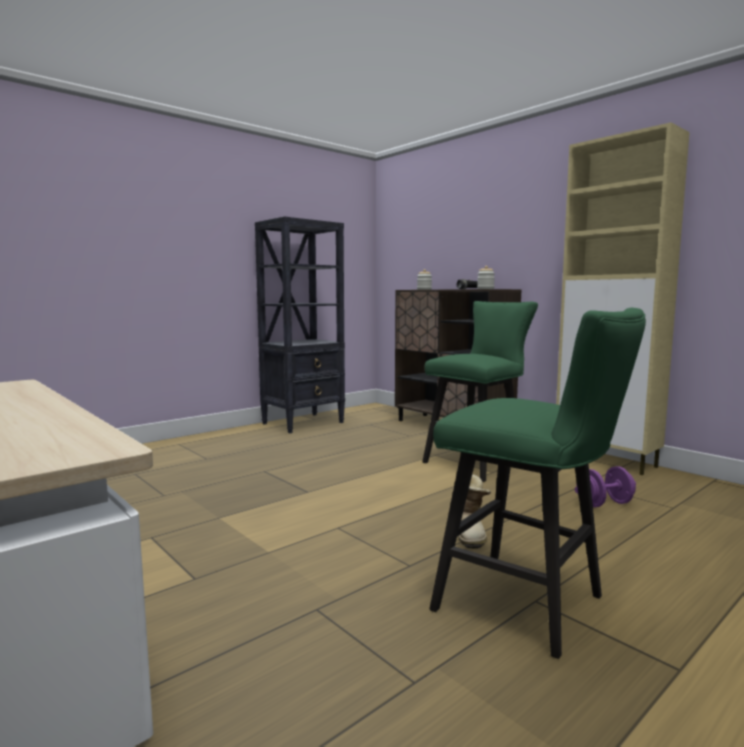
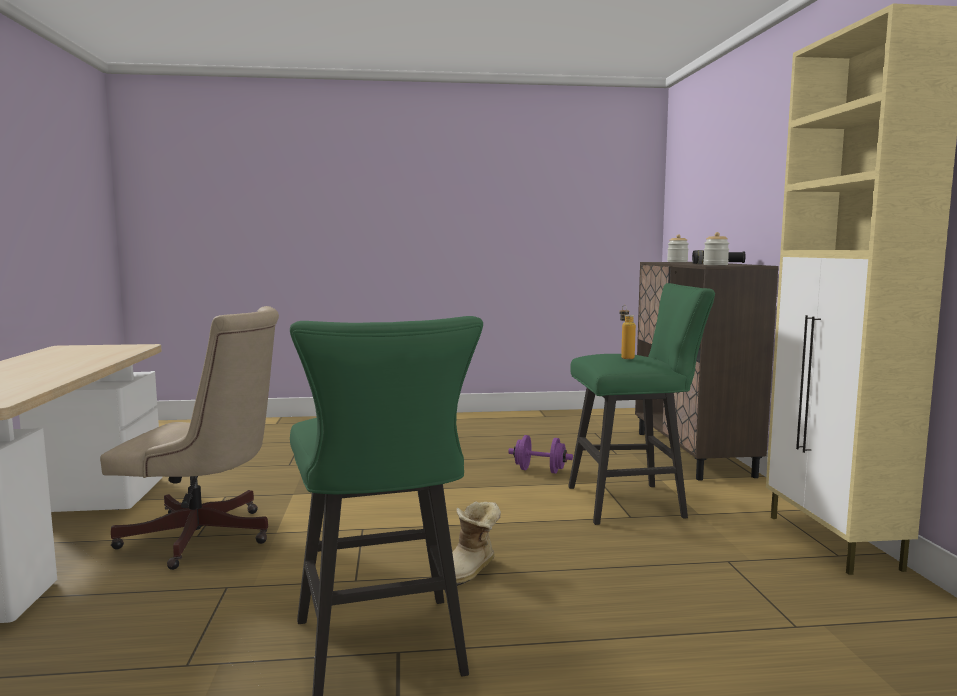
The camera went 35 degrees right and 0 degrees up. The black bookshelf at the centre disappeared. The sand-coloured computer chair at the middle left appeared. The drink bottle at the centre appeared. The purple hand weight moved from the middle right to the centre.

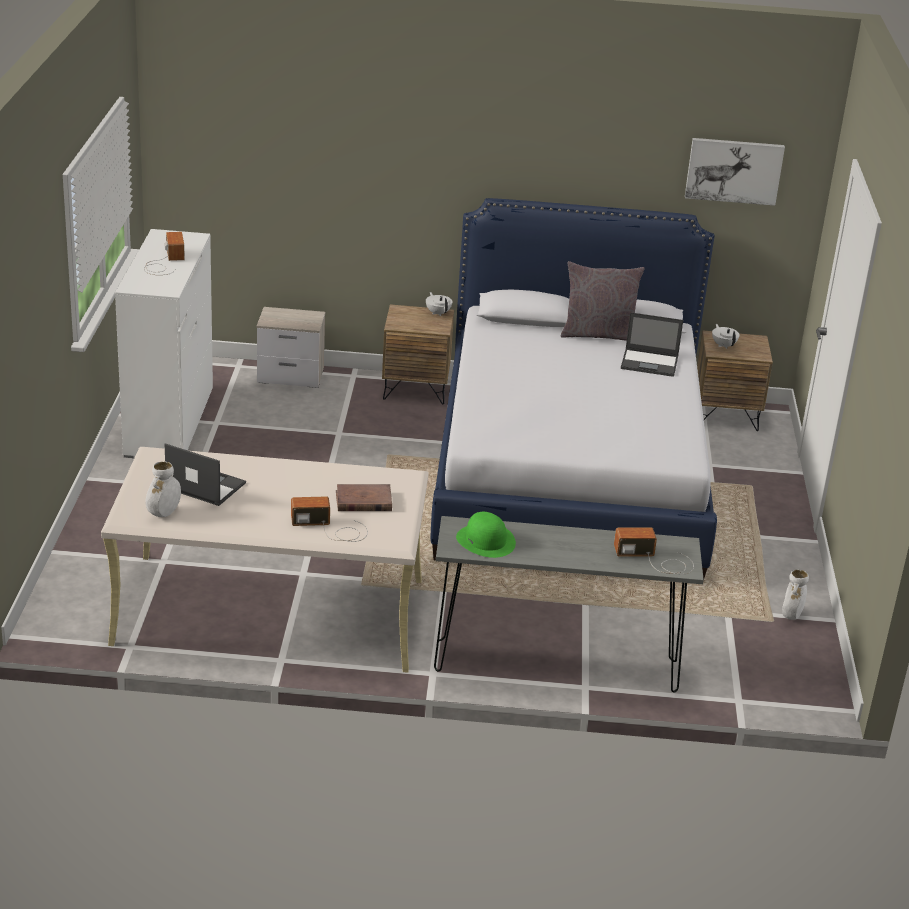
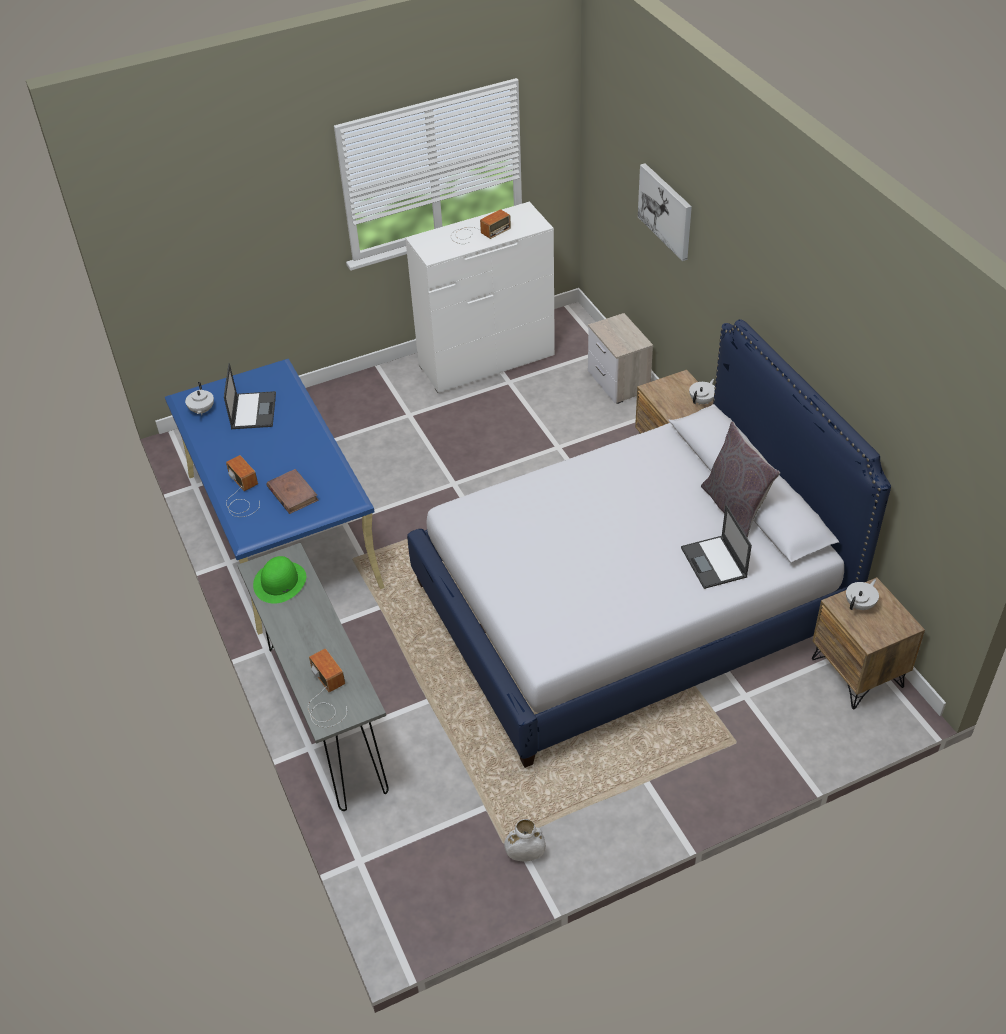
The camera went 65 degrees right and 15 degrees up. The picture moved from the top right to the top centre. The white-coloured flower vase (1st from left) at the middle left was replaced by the white-coloured pot for tea (1st from left) at the middle left. The sand-coloured desk at the middle left became the blue-coloured desk at the middle left.

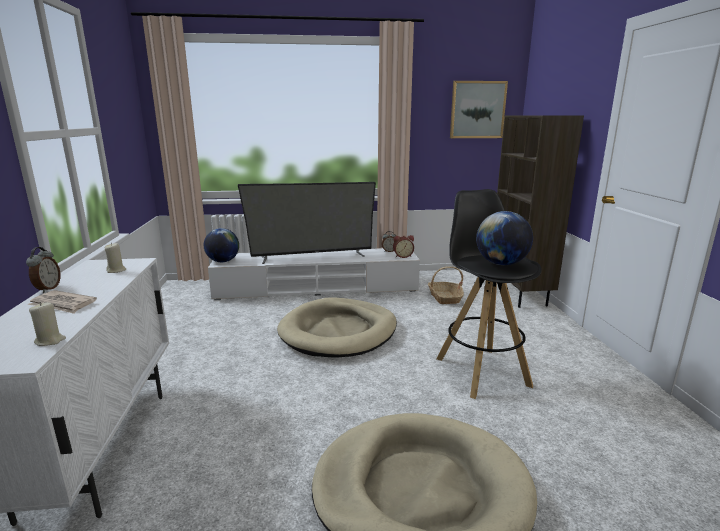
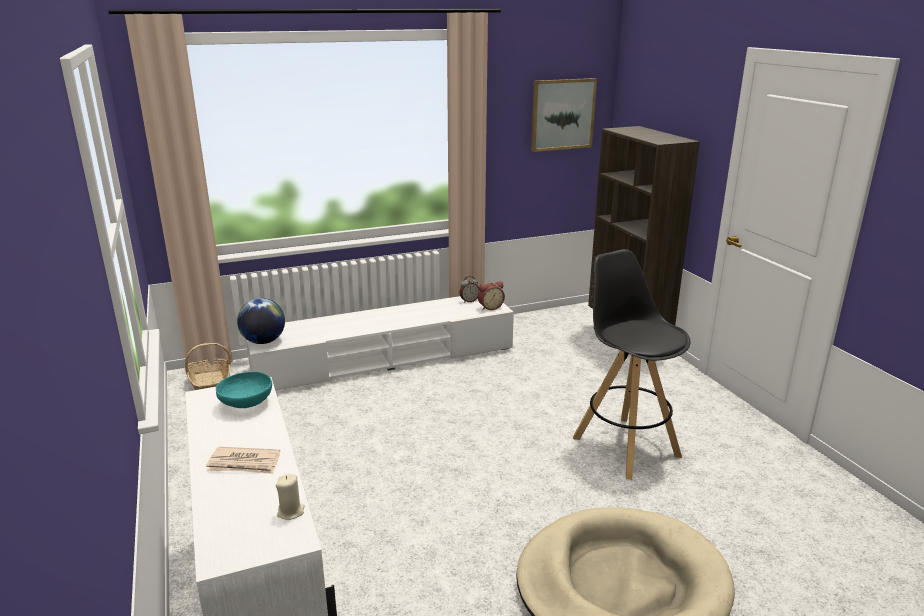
The camera went 15 degrees left and 5 degrees up. The alarm clock (1st from left) at the middle left disappeared. The television at the centre disappeared. The sand-coloured dog bed (1st from left) at the centre disappeared. The desk globe (2nd from left) at the middle right disappeared. The storage basket moved from the centre to the middle left. The sand-coloured wax light (2nd from left) at the middle left was replaced by the turquoise deep dish at the middle left.

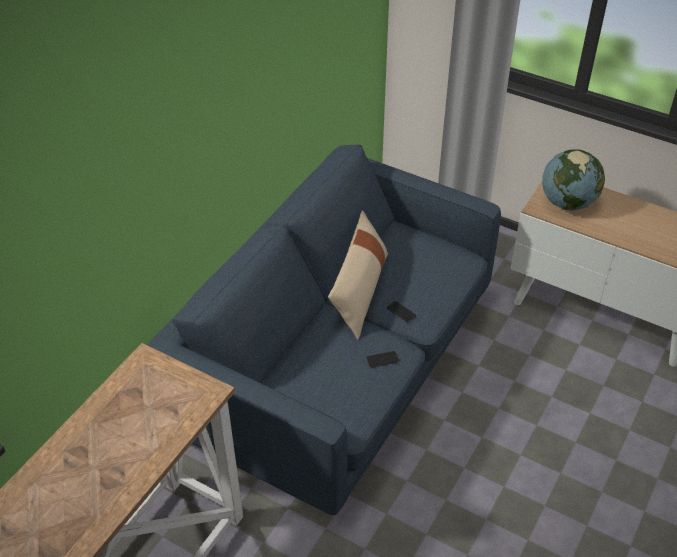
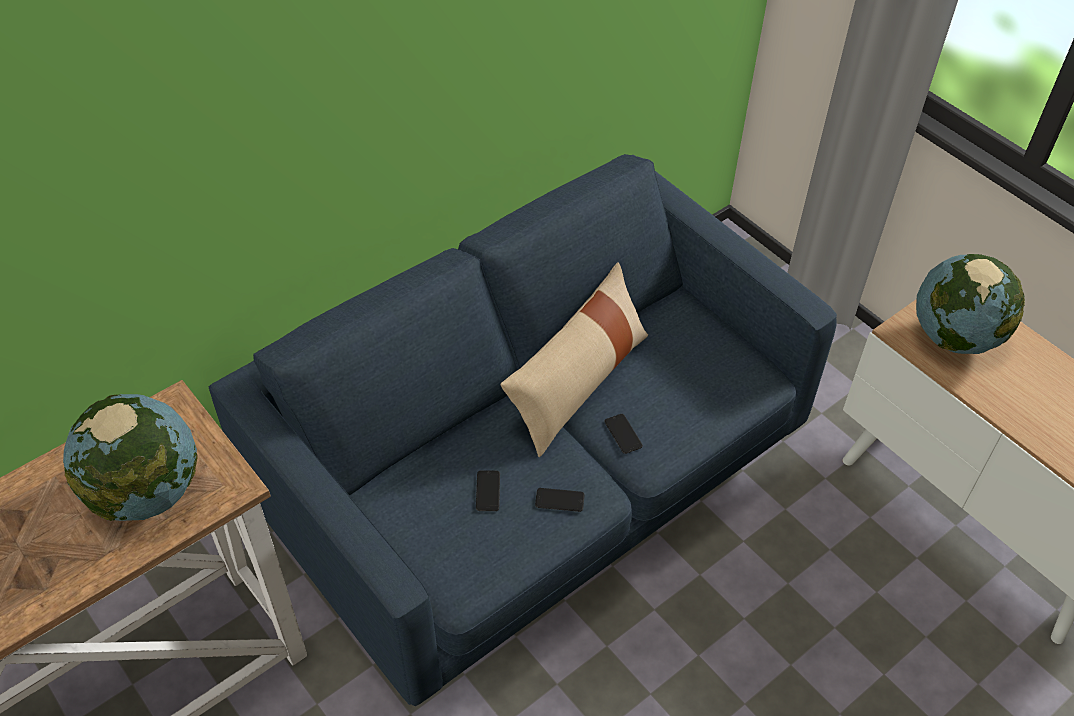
The camera went 20 degrees right and 5 degrees up. The desk globe (1st from left) at the middle left appeared. The telephone (1st from left) at the bottom centre appeared.

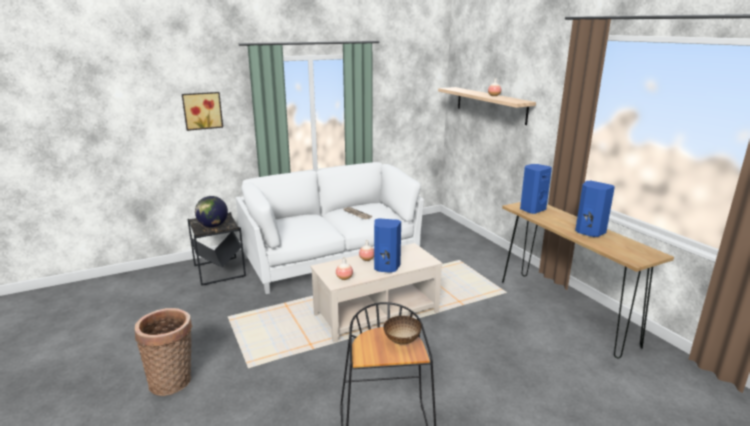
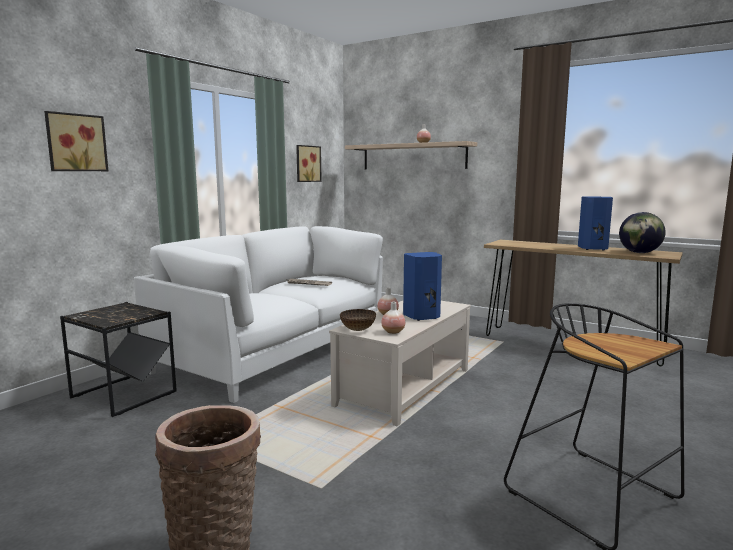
The camera went 30 degrees left and 10 degrees down. The blue-coloured audio speaker (2nd from left) at the middle right disappeared. The picture (2nd from left) at the top centre appeared. The desk globe moved from the middle left to the middle right. The deep dish moved from the bottom centre to the centre.

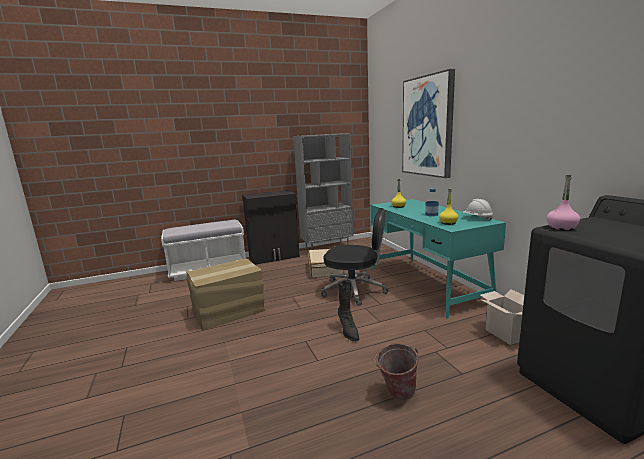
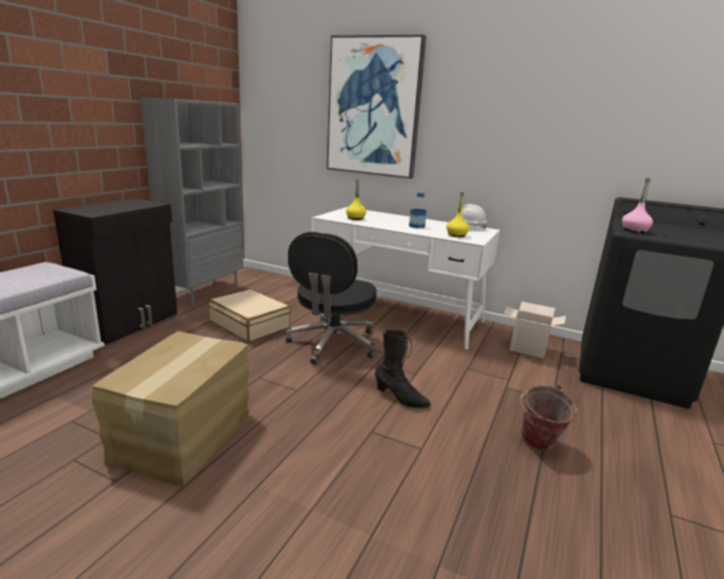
The camera went 45 degrees left and 5 degrees up. The turquoise desk at the middle right became the white-coloured desk at the centre. The black computer chair at the centre turned 135 degrees clockwise.

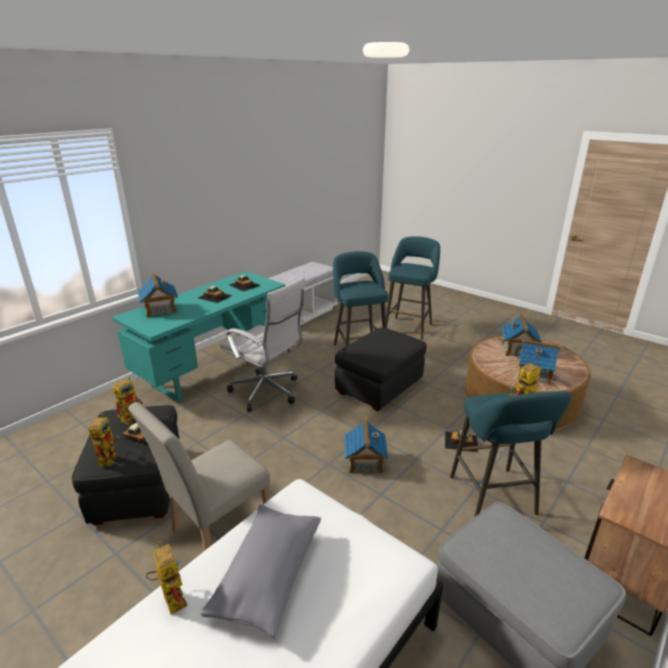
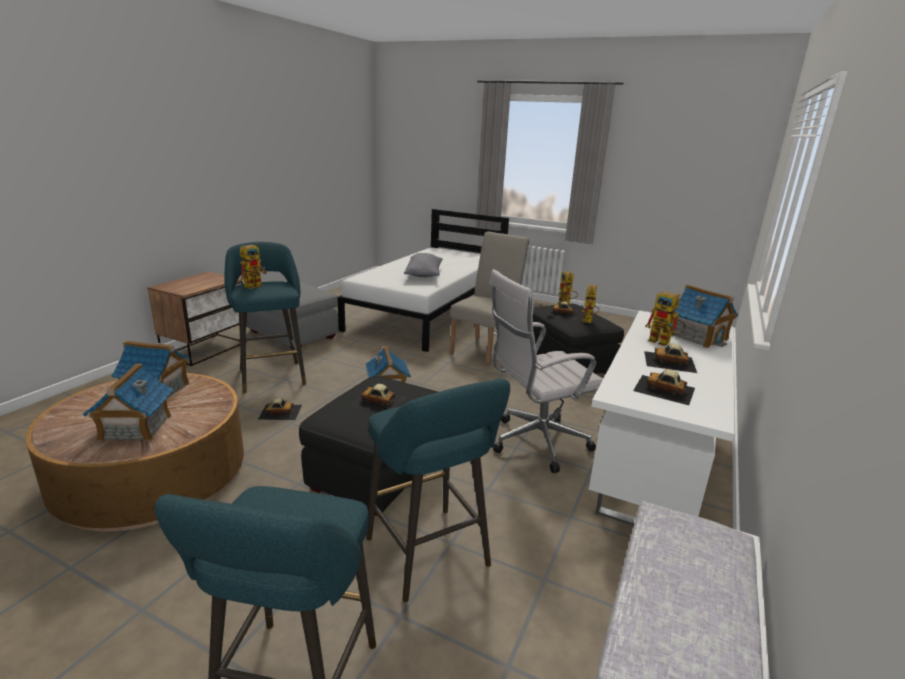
The camera went 165 degrees right and 5 degrees down. The miniature car (2nd from left) at the centre appeared. The toy robot (3rd from left in the first image) moved from the bottom left to the middle right. The turquoise desk at the middle left became the white-coloured desk at the middle right. The white-coloured computer chair at the centre turned 45 degrees counterclockwise.

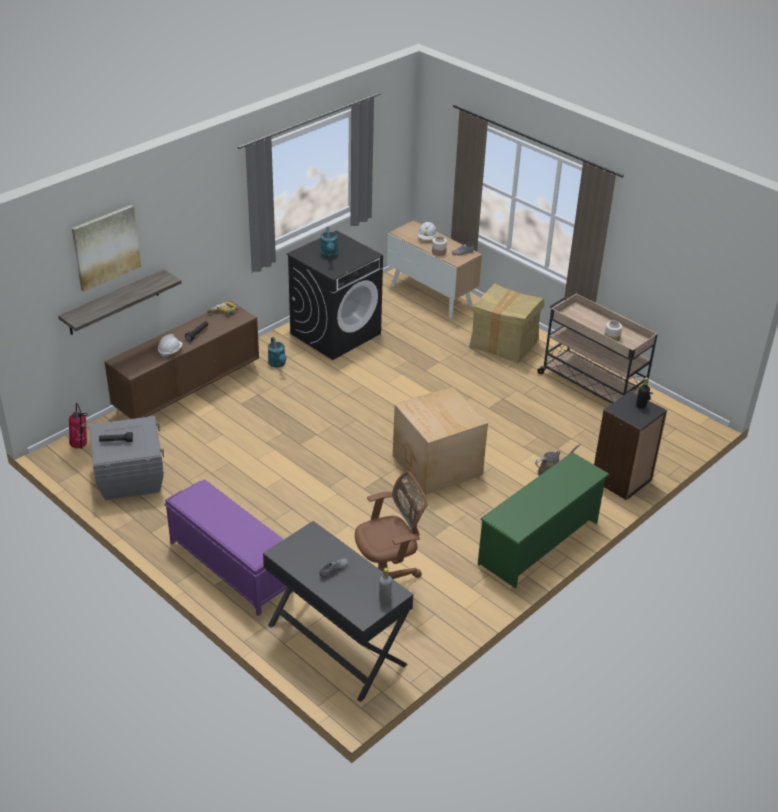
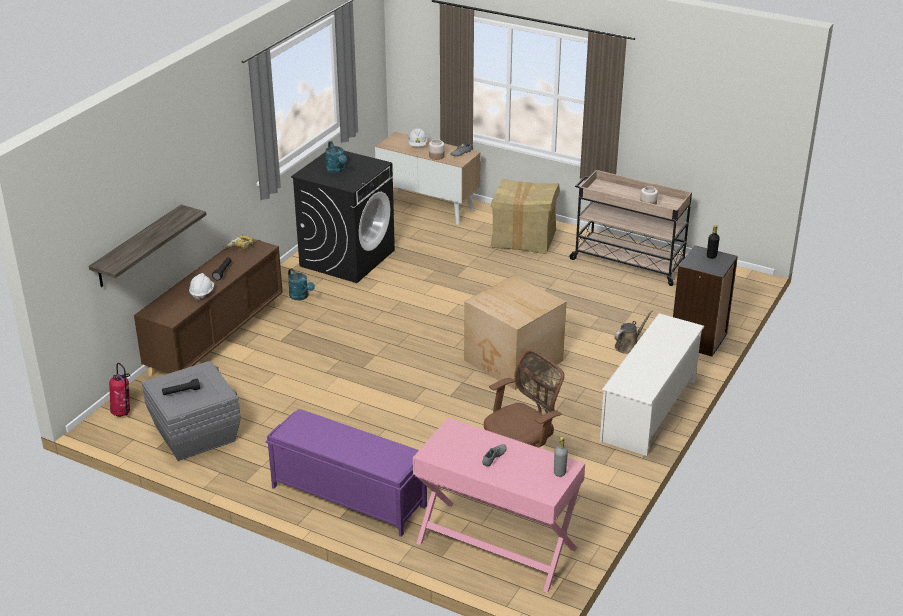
The camera went 15 degrees left and 5 degrees down. The picture at the top left disappeared. The black desk at the bottom centre became the pink desk at the bottom centre. The greenish shoe stand at the middle right became the white-coloured shoe stand at the middle right.

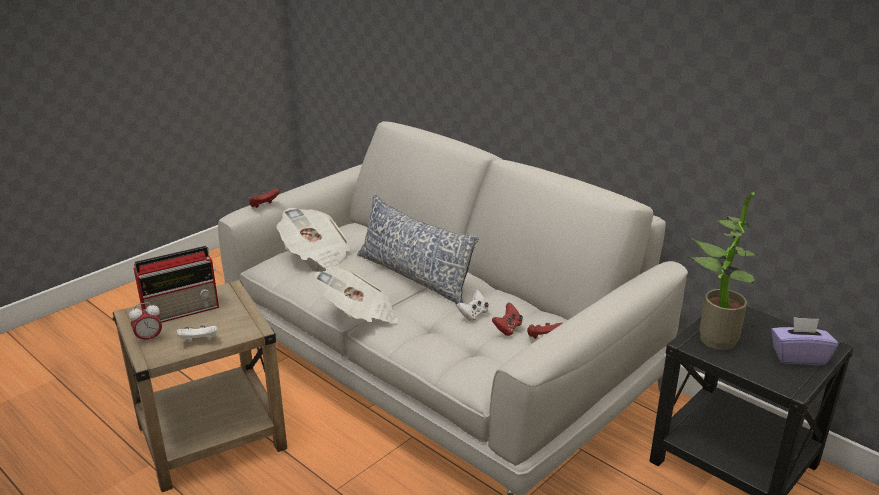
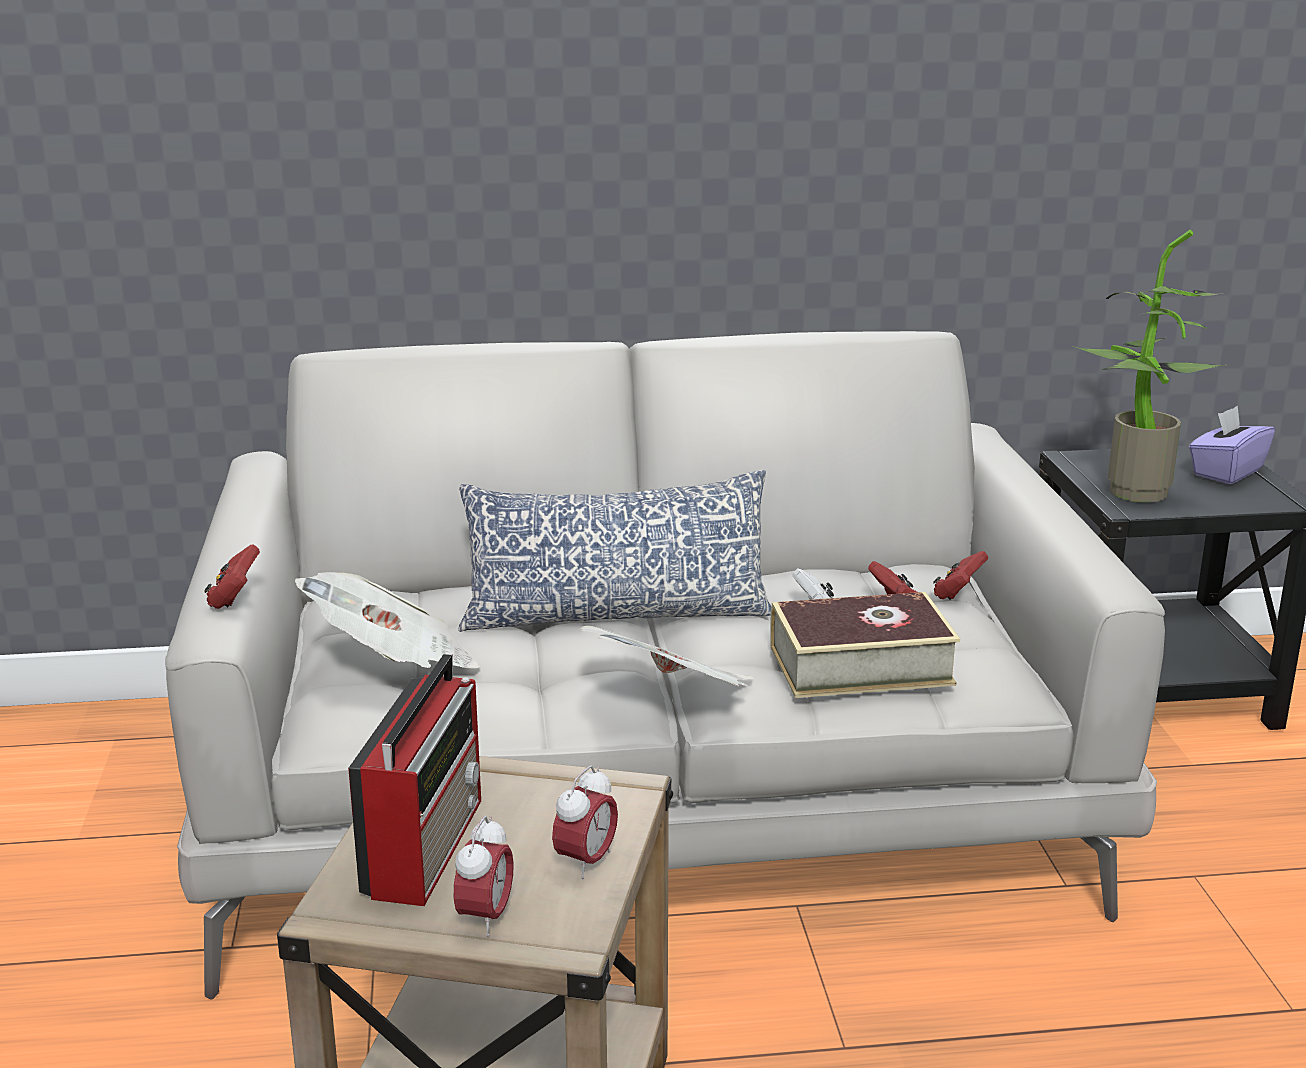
The camera went 50 degrees left and 5 degrees down. The bound book at the centre appeared. The white-coloured joypad (1st from left) at the bottom left was replaced by the alarm clock (2nd from left) at the bottom centre.

